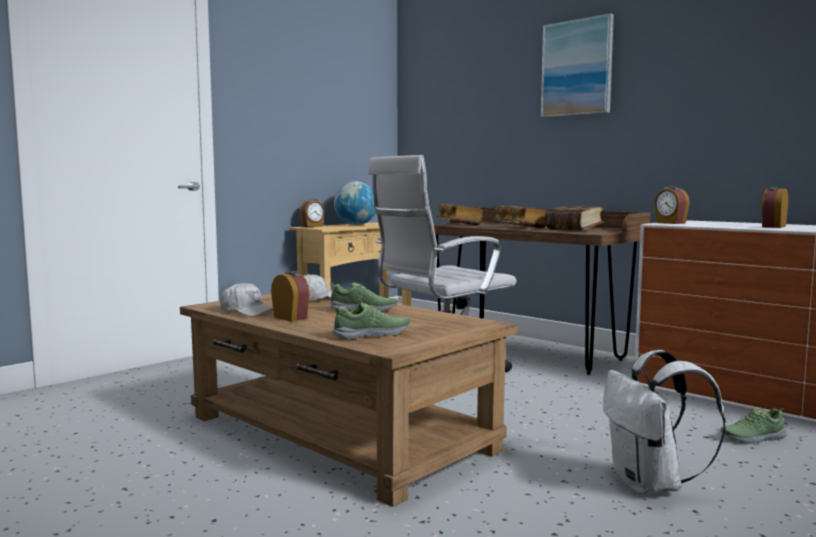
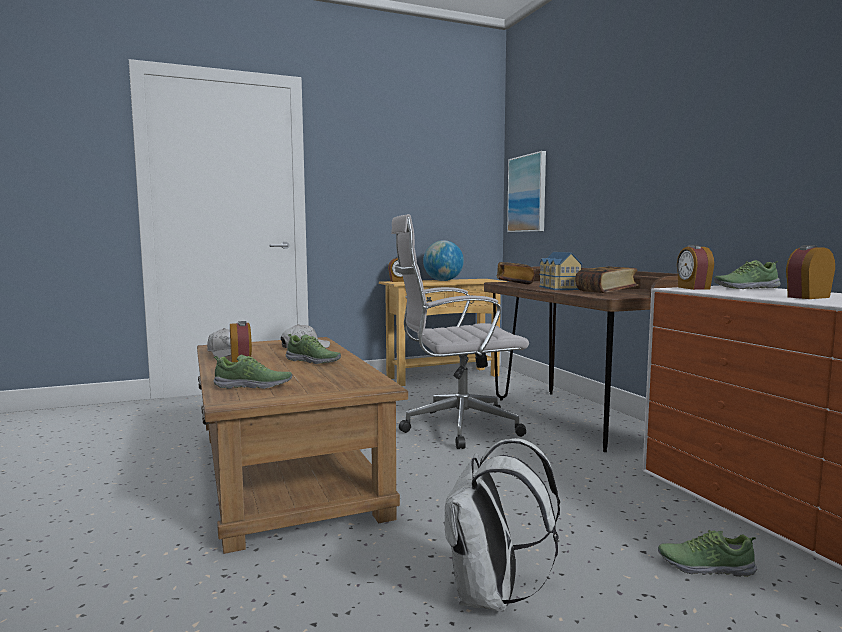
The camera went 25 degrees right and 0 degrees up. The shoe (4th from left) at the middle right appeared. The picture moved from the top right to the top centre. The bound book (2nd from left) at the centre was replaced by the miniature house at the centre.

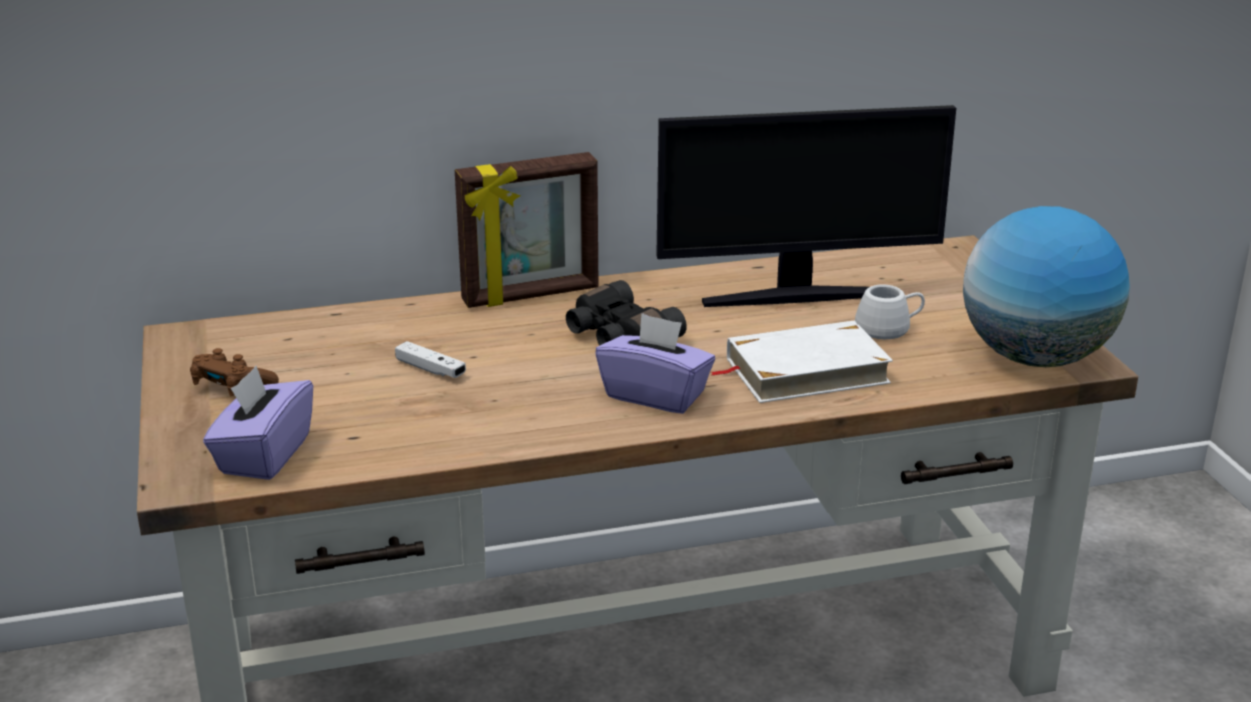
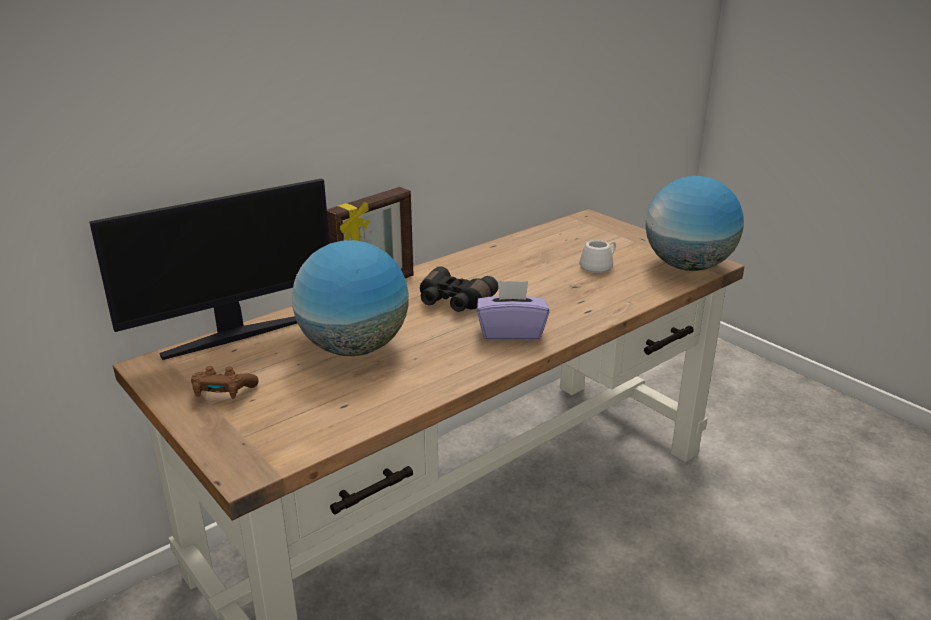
The camera went 25 degrees left and 0 degrees up. The purple tissue box (1st from left) at the middle left disappeared. The white-coloured bound book at the centre disappeared. The computer display moved from the top centre to the middle left. The white-coloured joypad at the centre was replaced by the desk globe (1st from left) at the centre.

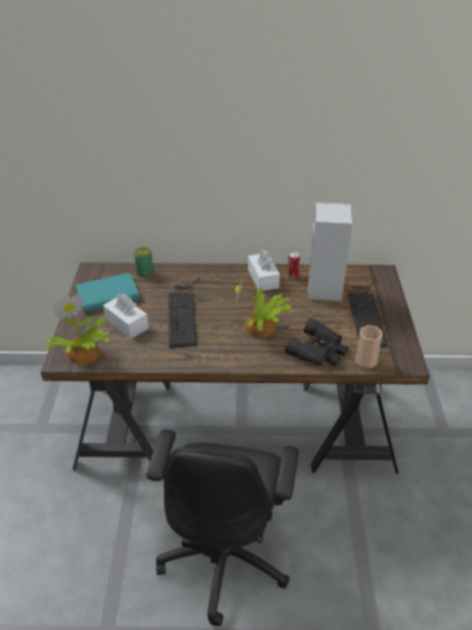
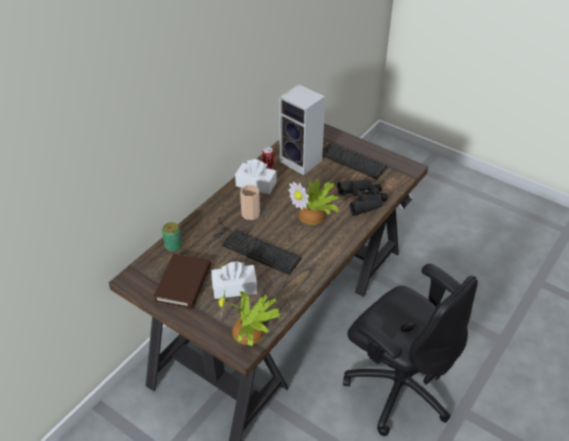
The camera went 55 degrees left and 5 degrees up. The drinking cup moved from the middle right to the centre. The turquoise bound book at the middle left became the brown bound book at the middle left.

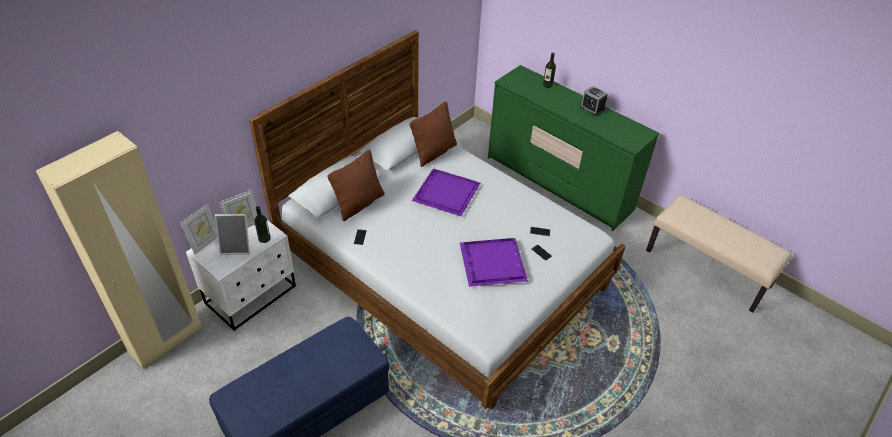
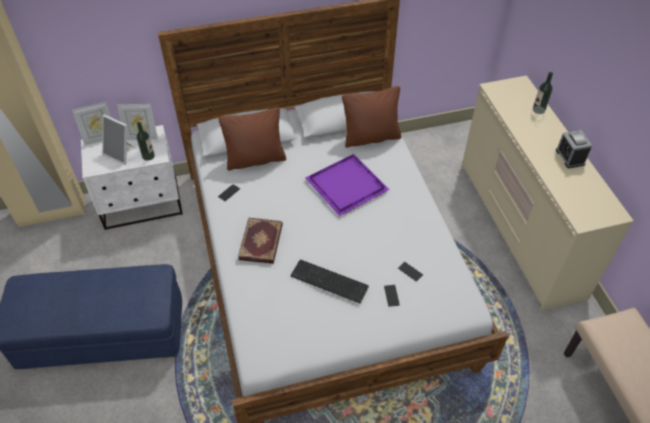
The camera went 35 degrees right and 5 degrees up. The bound book at the centre appeared. The purple tray (2nd from left) at the centre was replaced by the PC keyboard at the centre. The greenish drawer chest at the centre became the sand-coloured drawer chest at the middle right.

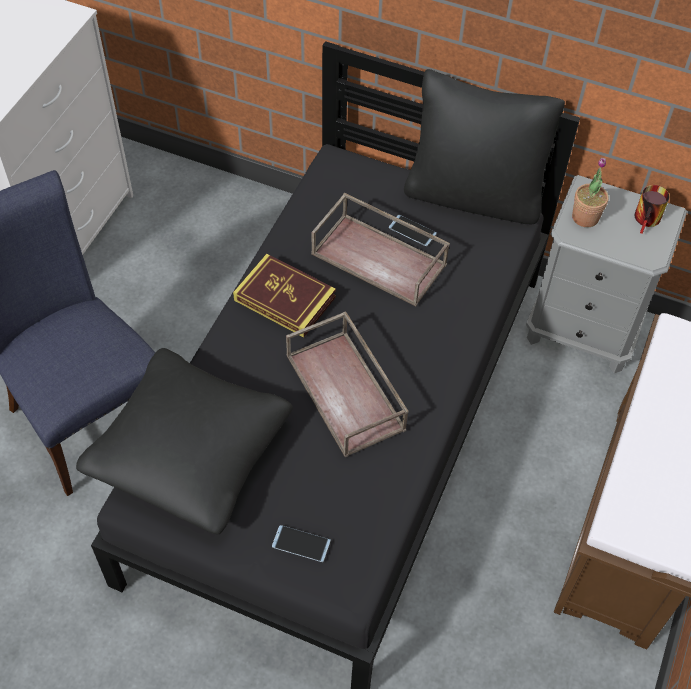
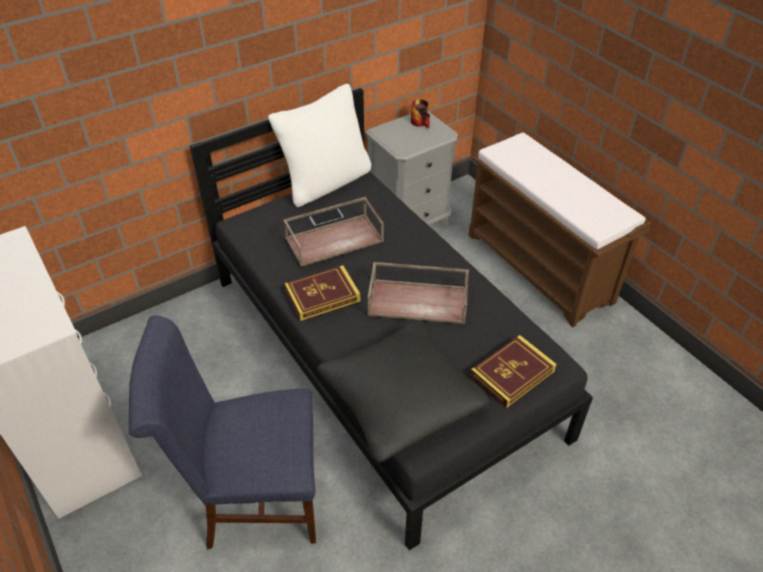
The camera went 55 degrees left and 10 degrees down. The potted plant at the top right disappeared. The telephone (1st from left) at the bottom centre was replaced by the bound book (2nd from left) at the middle right. The black cushion (2nd from left) at the top right became the white-coloured cushion at the top centre.

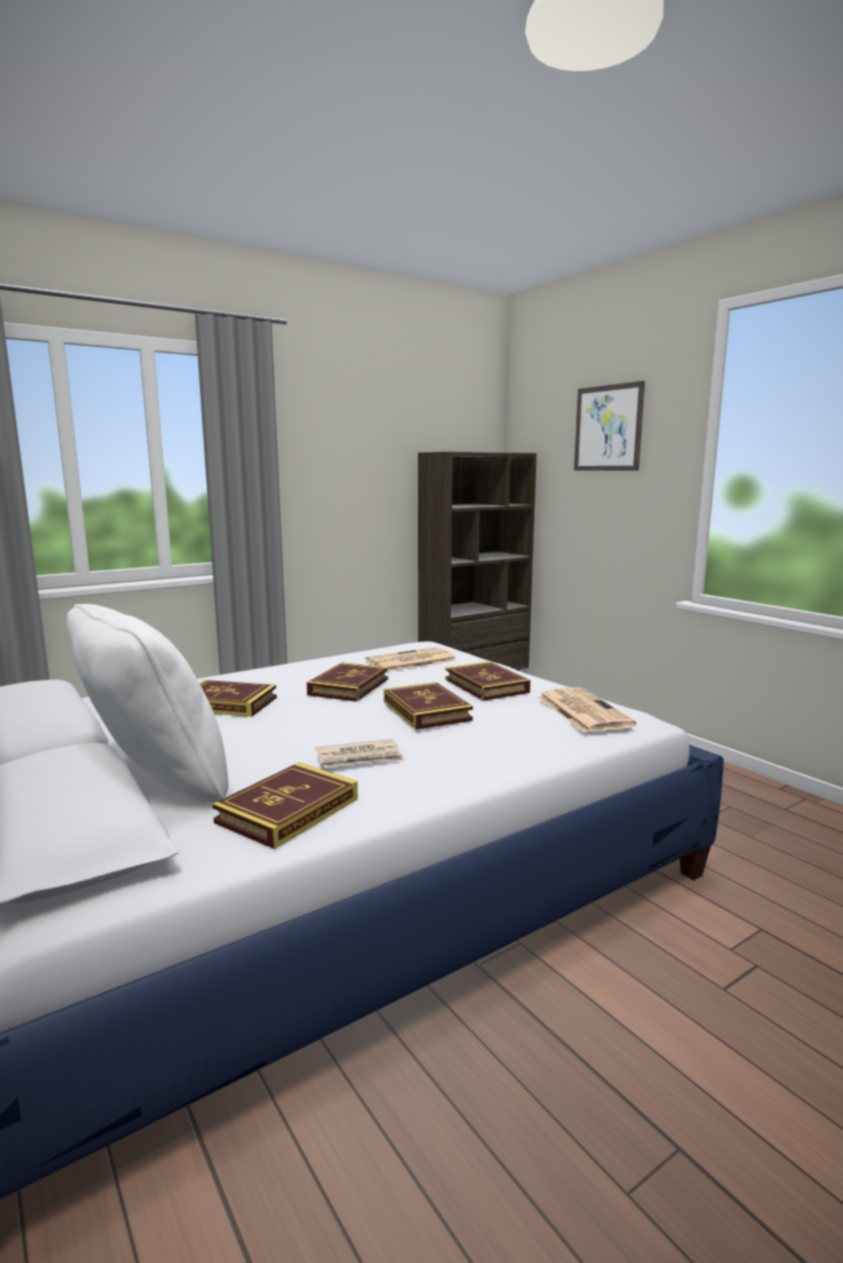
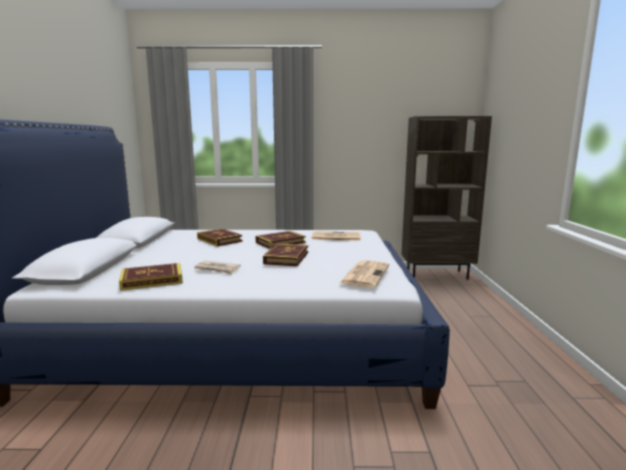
The camera went 35 degrees right and 0 degrees up. The white-coloured cushion at the middle left disappeared. The bound book (5th from left) at the centre disappeared. The picture at the middle right disappeared.

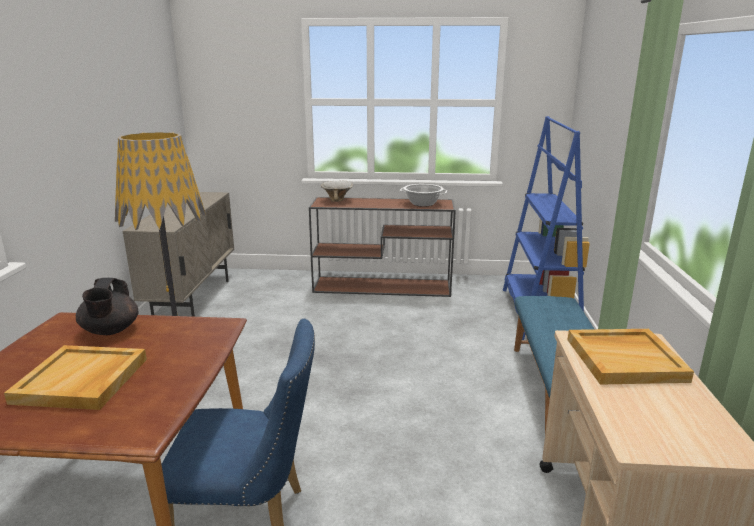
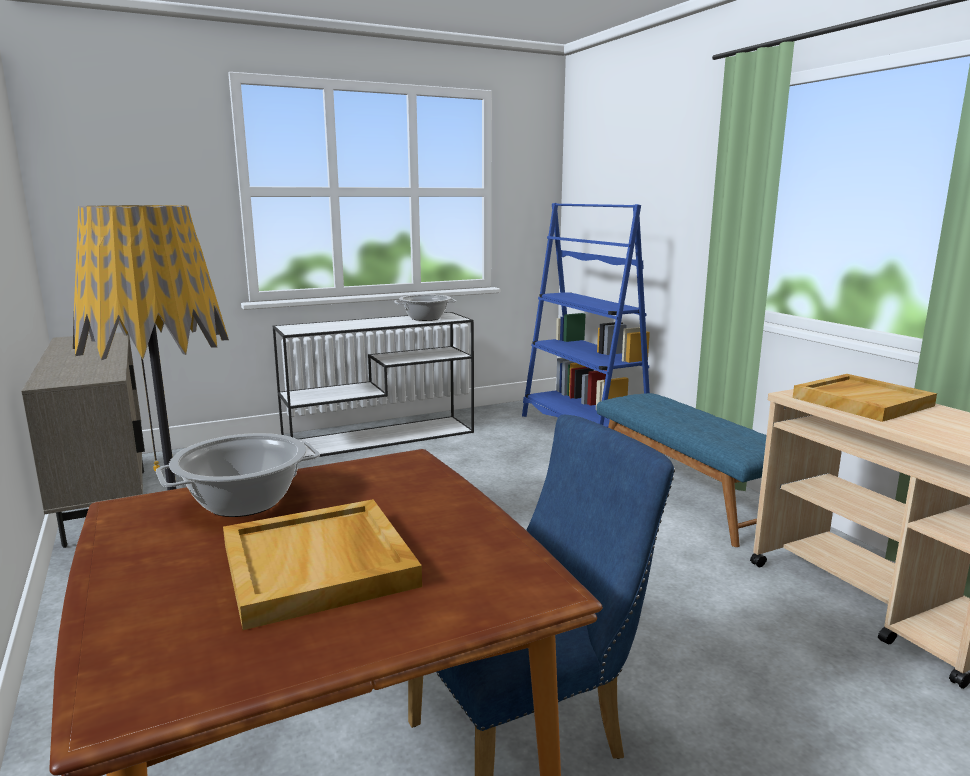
The camera went 30 degrees left and 5 degrees down. The deep dish at the centre disappeared. The black pot for tea at the middle left was replaced by the cooking pot (1st from left) at the middle left. The brown console table at the centre became the white-coloured console table at the centre.

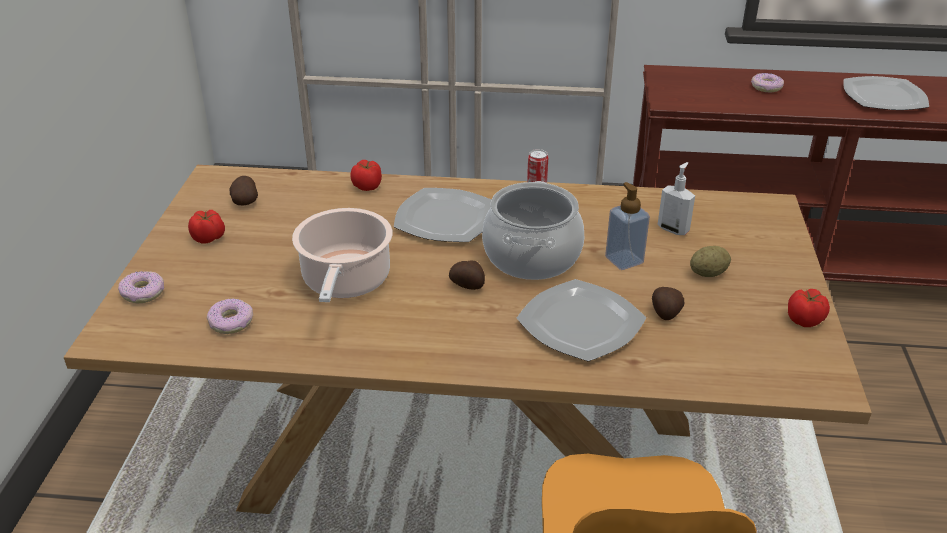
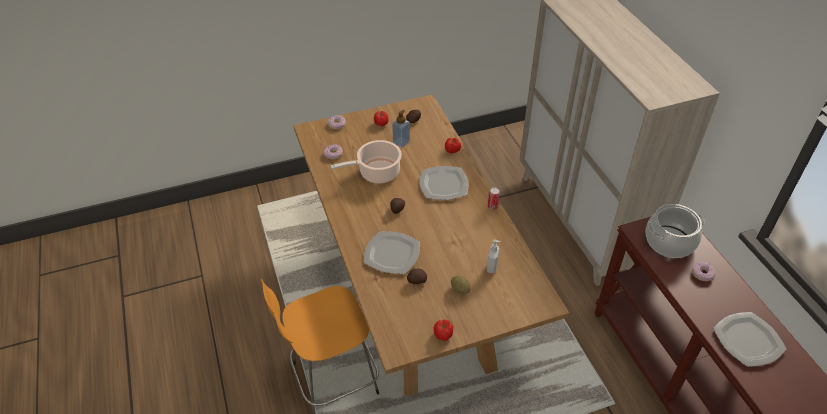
The camera went 65 degrees right and 10 degrees up. The cooking pot (2nd from left) moved from the centre to the middle right. The soap dispenser (1st from left) moved from the centre to the top centre.

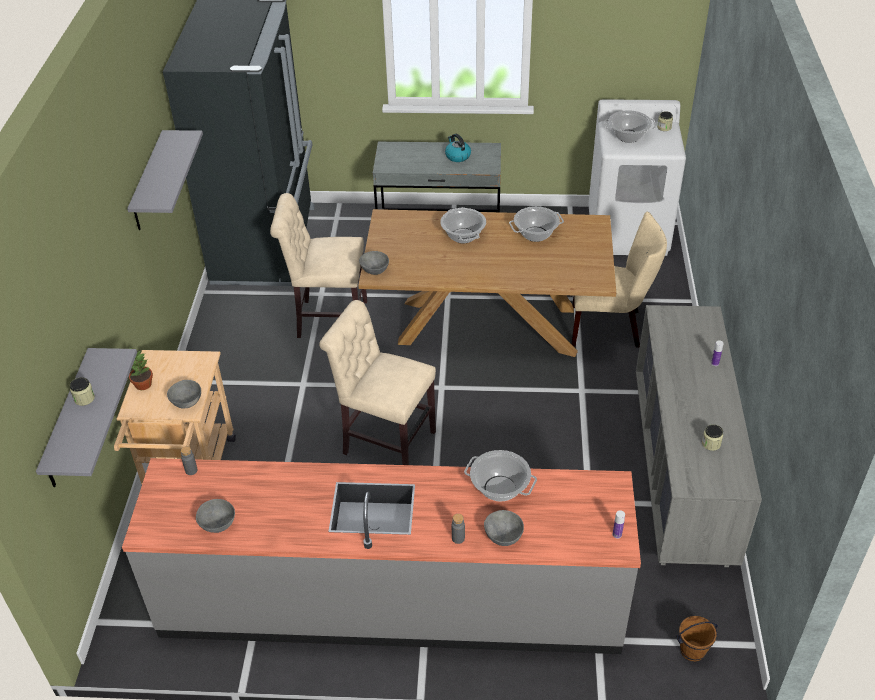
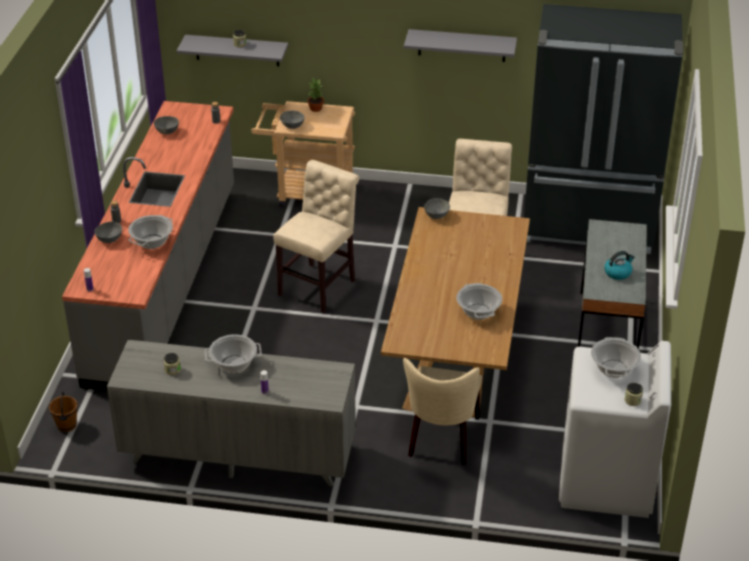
The camera went 95 degrees right and 5 degrees down. The cooking pot (1st from left in the first image) moved from the top centre to the middle left.

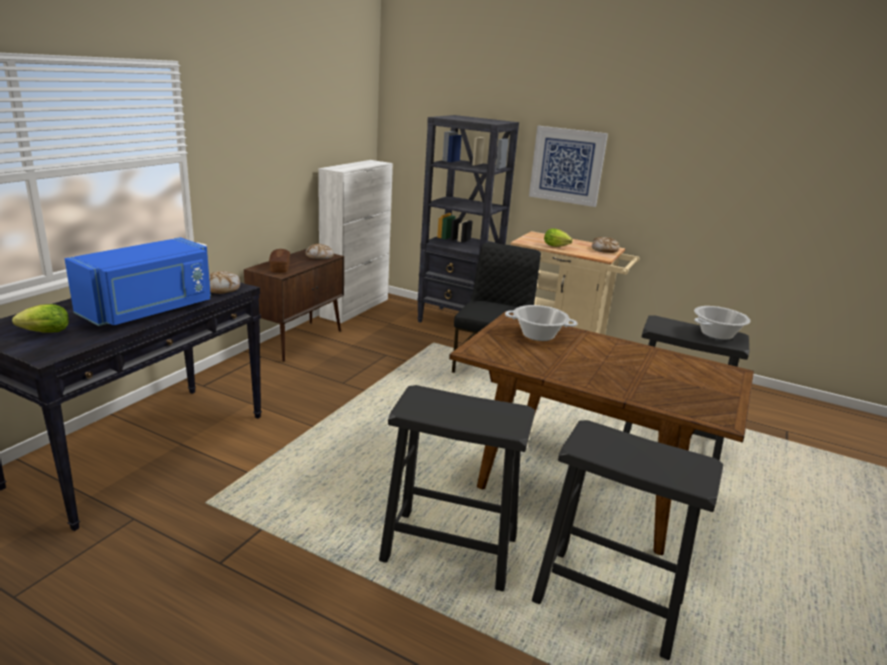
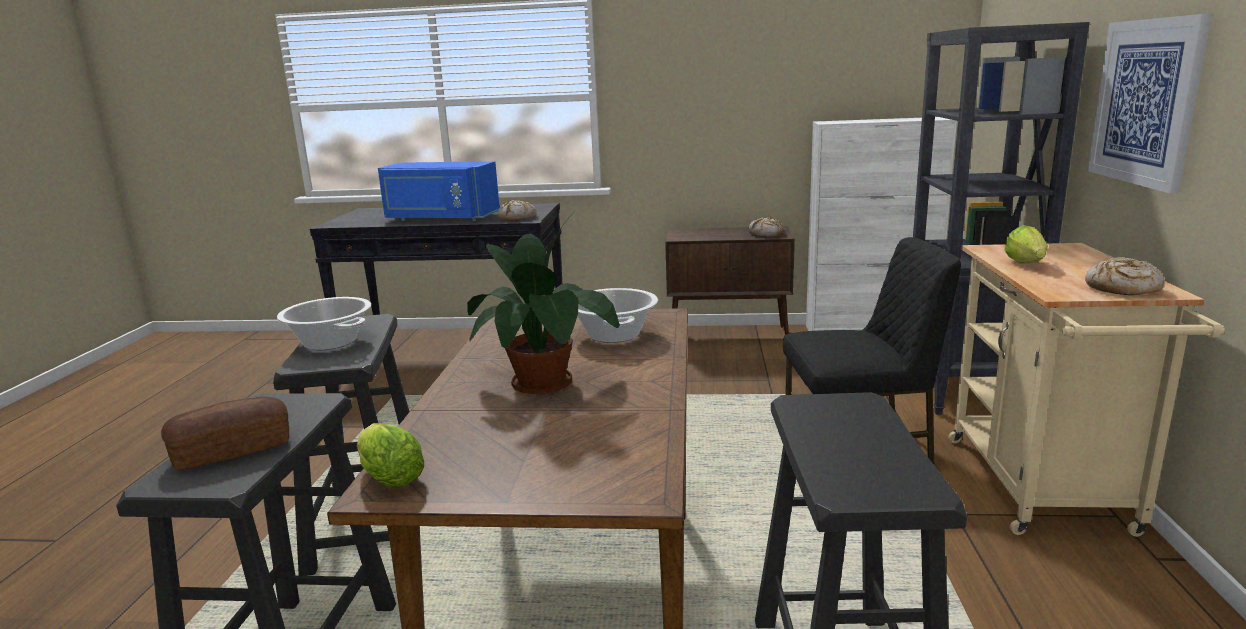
The camera went 70 degrees right and 5 degrees down. The potted plant at the centre appeared. The head of lettuce (1st from left) moved from the middle left to the bottom left. The baked bread (2nd from left in the first image) moved from the middle left to the bottom left. The cooking pot (2nd from left in the first image) moved from the middle right to the middle left.

